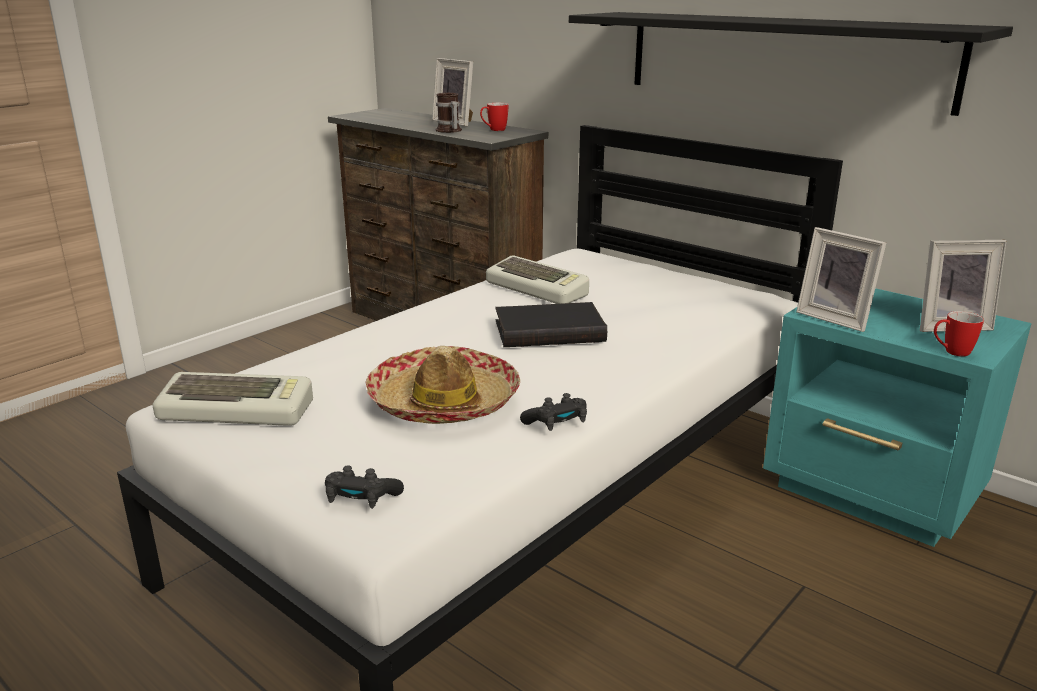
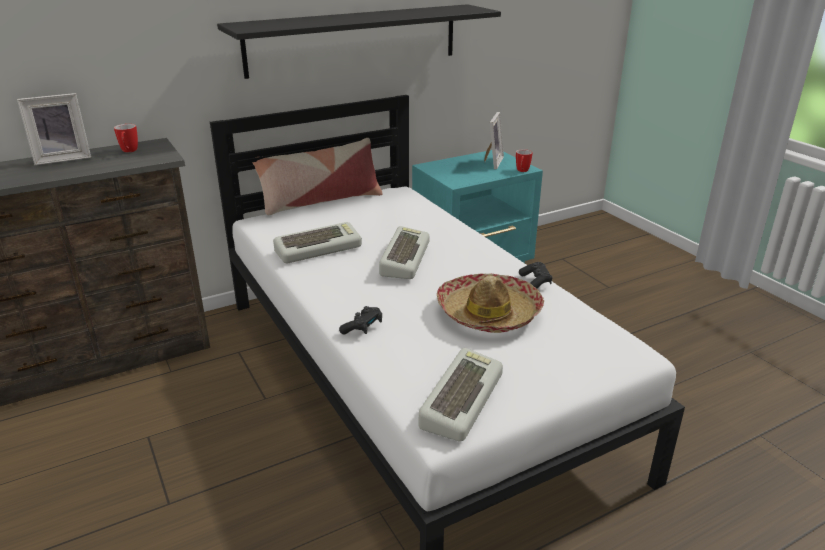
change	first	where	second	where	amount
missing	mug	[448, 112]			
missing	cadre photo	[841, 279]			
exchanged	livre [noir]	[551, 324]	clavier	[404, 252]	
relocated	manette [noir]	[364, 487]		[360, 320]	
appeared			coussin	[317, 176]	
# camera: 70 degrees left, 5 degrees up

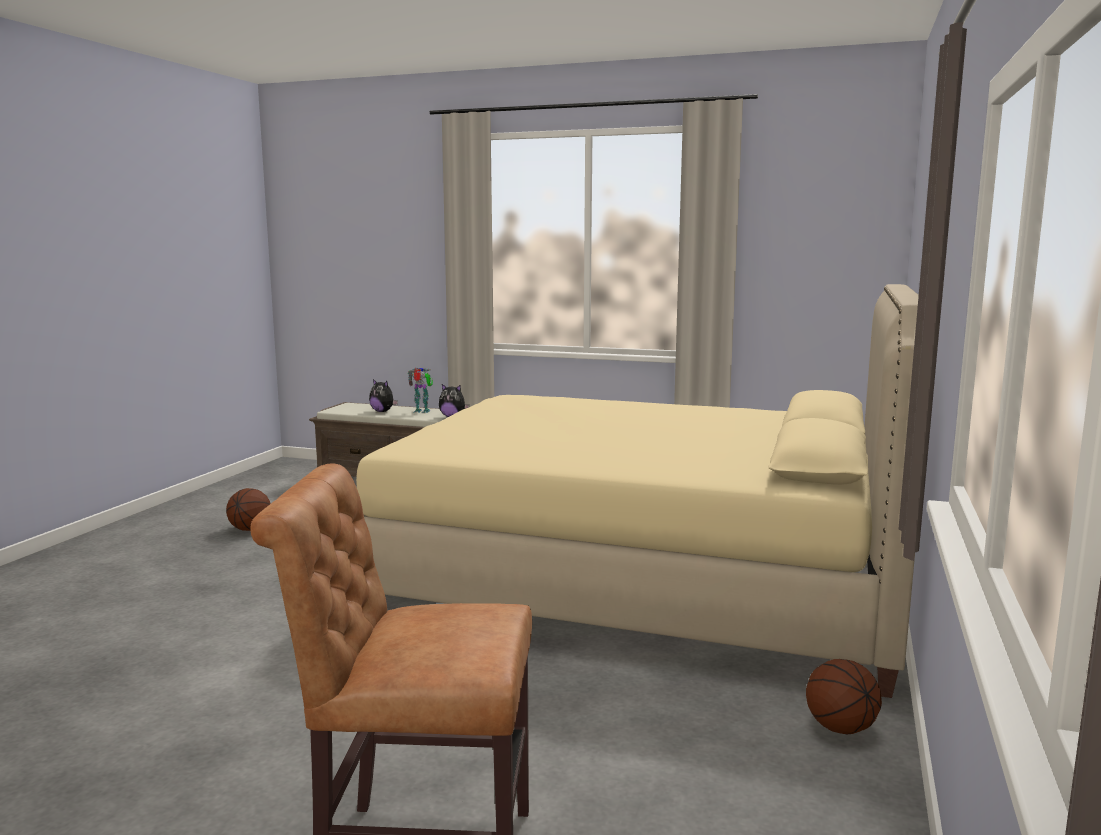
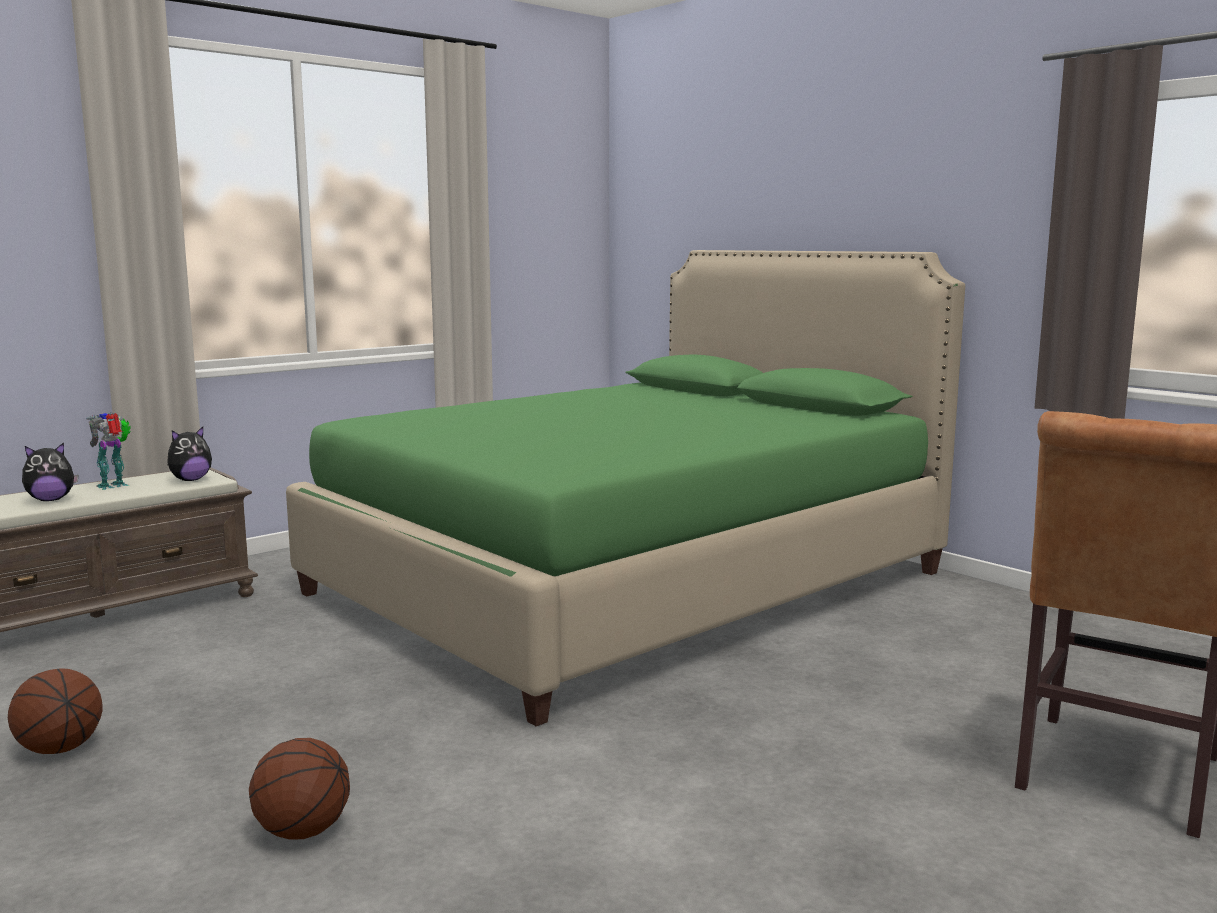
change	first	where	second	where	amount
colour	lit [beige]	[637, 491]	lit [vert]	[625, 488]	
relocated	ballon de basket	[844, 696]		[299, 788]	
# camera: 60 degrees left, 0 degrees up

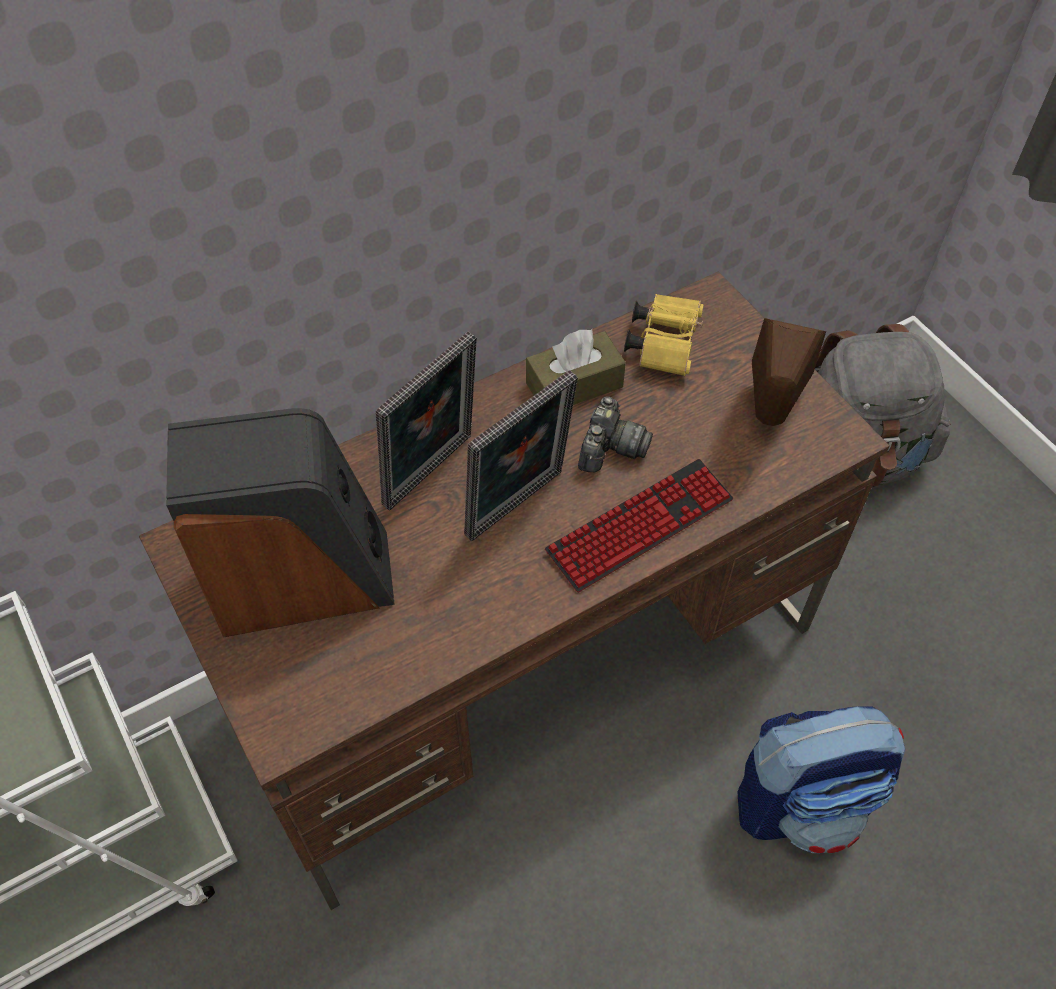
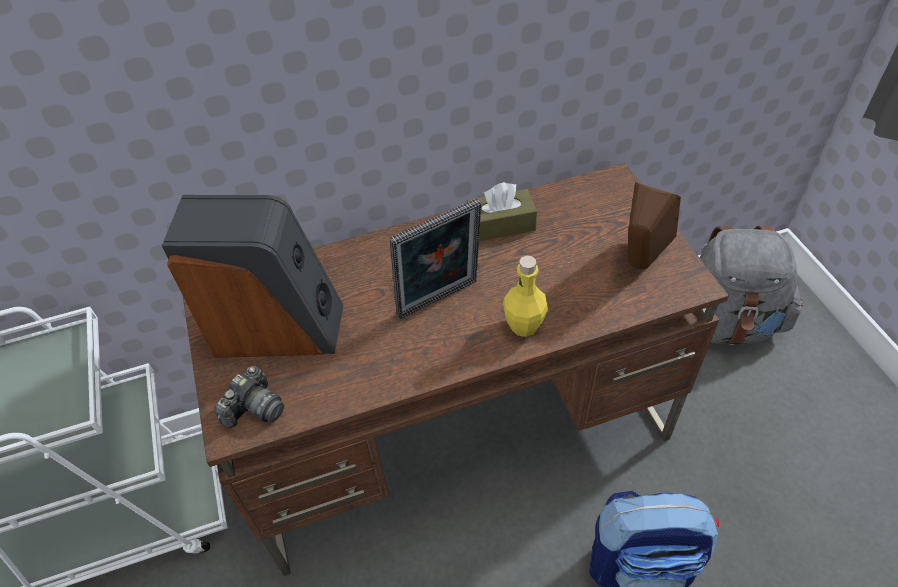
change	first	where	second	where	amount
missing	jumelles [jaune]	[664, 335]			
missing	cadre photo	[426, 421]			
relocated	appareil photo	[615, 434]		[249, 397]	
exchanged	clavier	[639, 525]	bouteille [jaune]	[525, 296]	
# camera: 15 degrees right, 5 degrees down

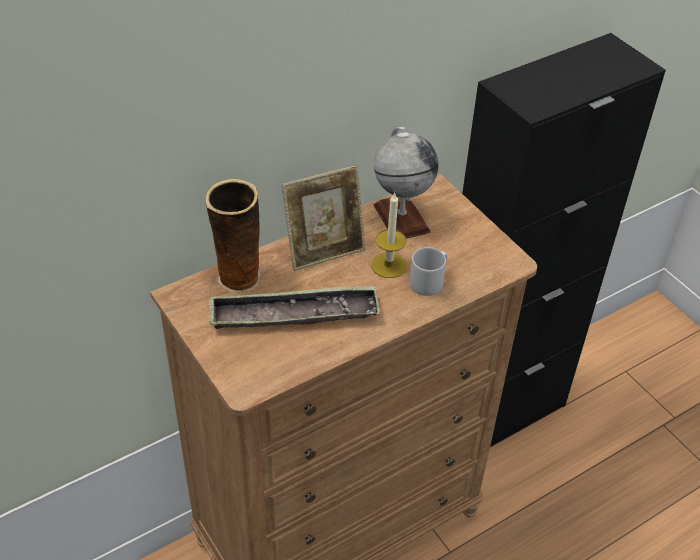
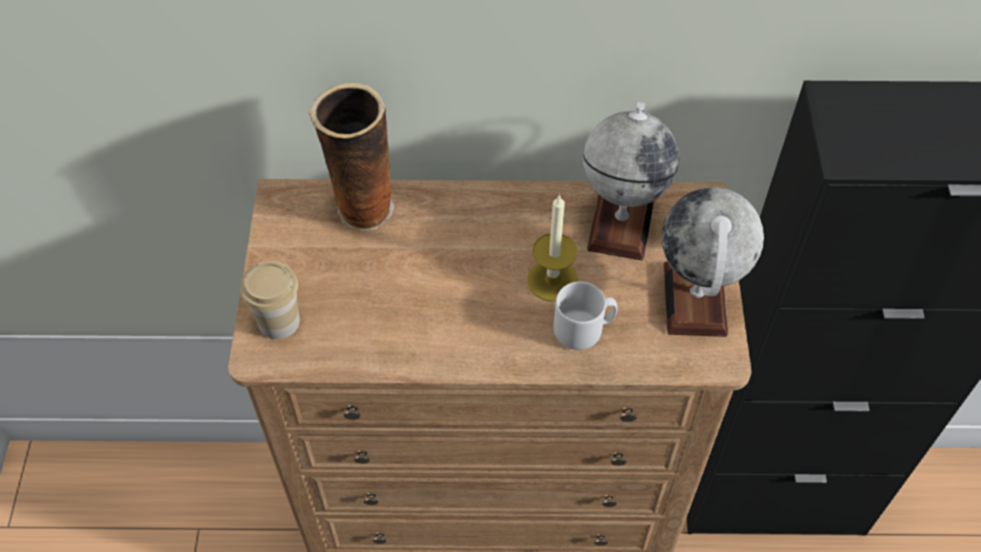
change	first	where	second	where	amount
missing	cadre photo	[323, 218]			
missing	plateau	[294, 307]			
appeared			globe	[713, 262]	
appeared			tasse	[270, 300]	
# camera: 35 degrees right, 10 degrees up

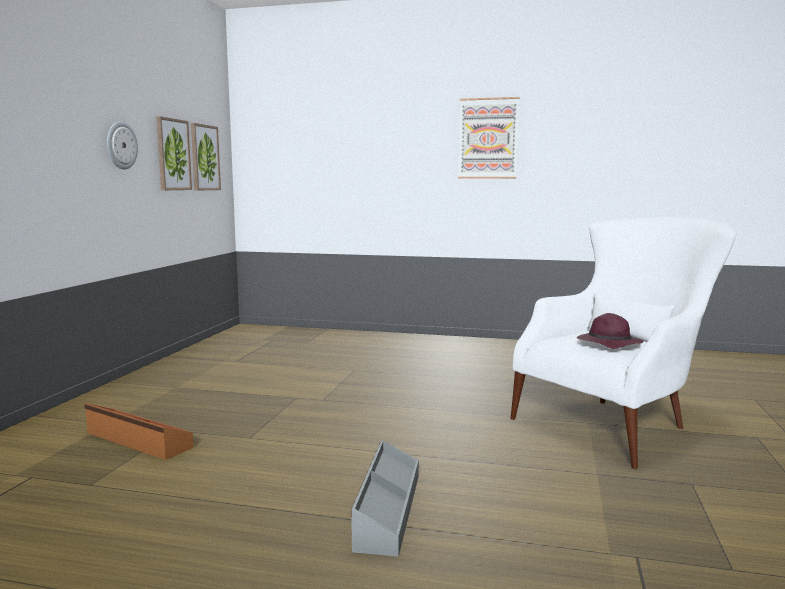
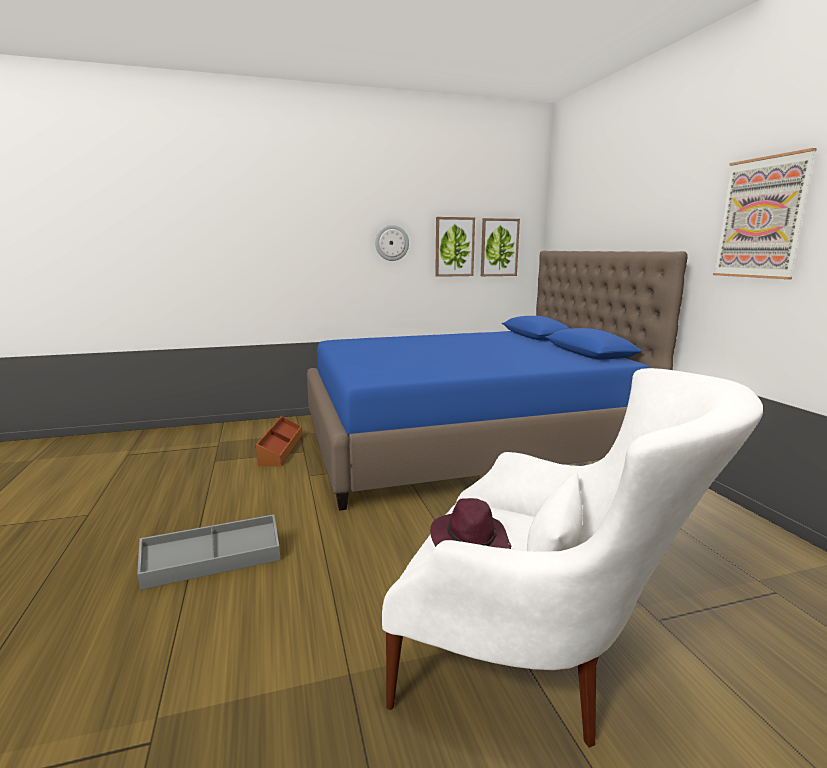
change	first	where	second	where	amount
appeared			lit [bleu]	[497, 381]	
# camera: 60 degrees right, 5 degrees up

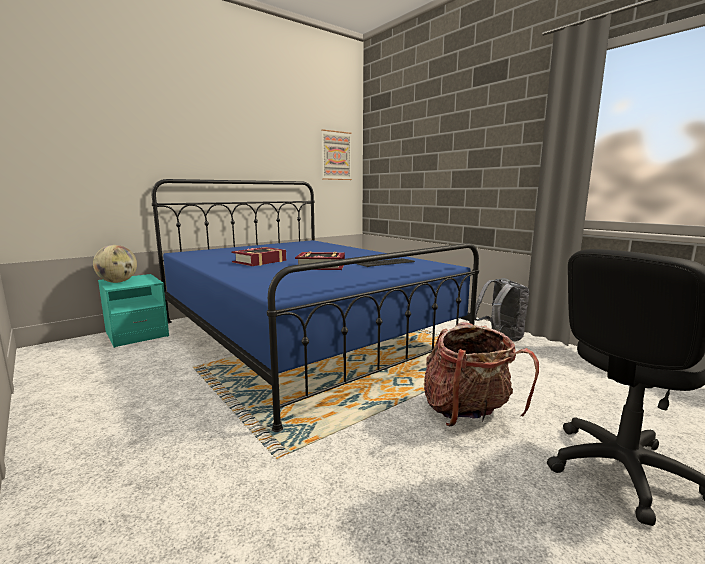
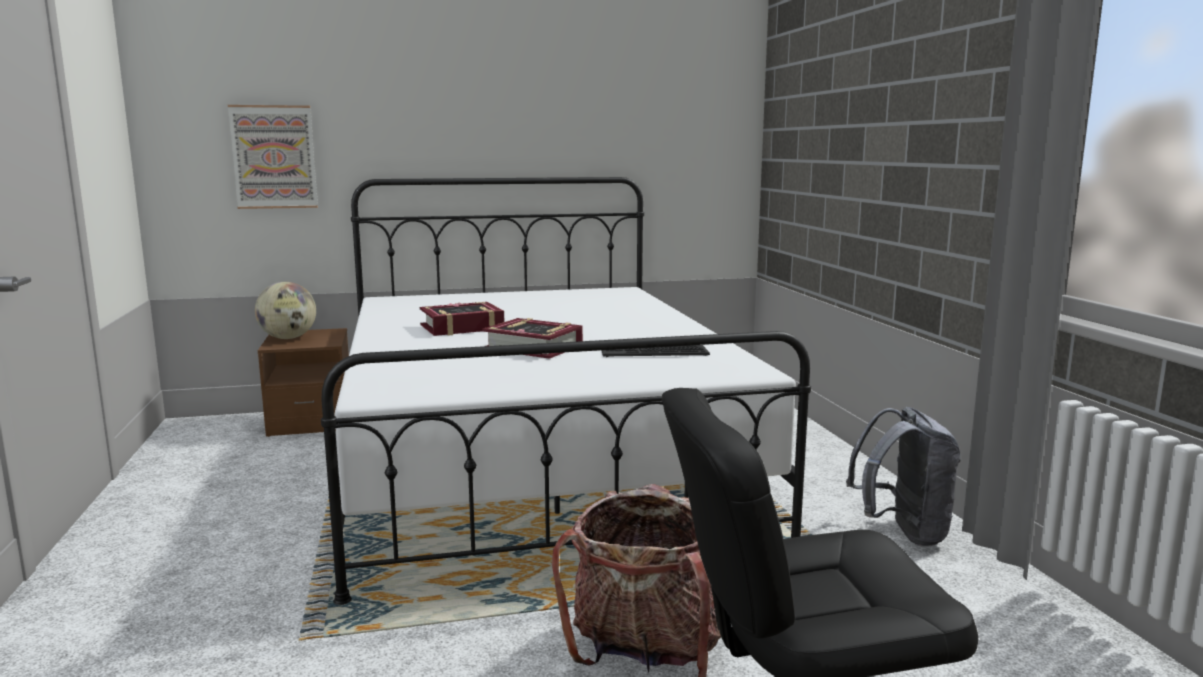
change	first	where	second	where	amount
relocated	tableau	[336, 154]		[273, 157]	
colour	lit [bleu]	[315, 305]	lit [blanc]	[566, 391]	
colour	table de chevet [turquoise]	[133, 311]	table de chevet [marron]	[303, 382]	
# camera: 25 degrees right, 0 degrees up

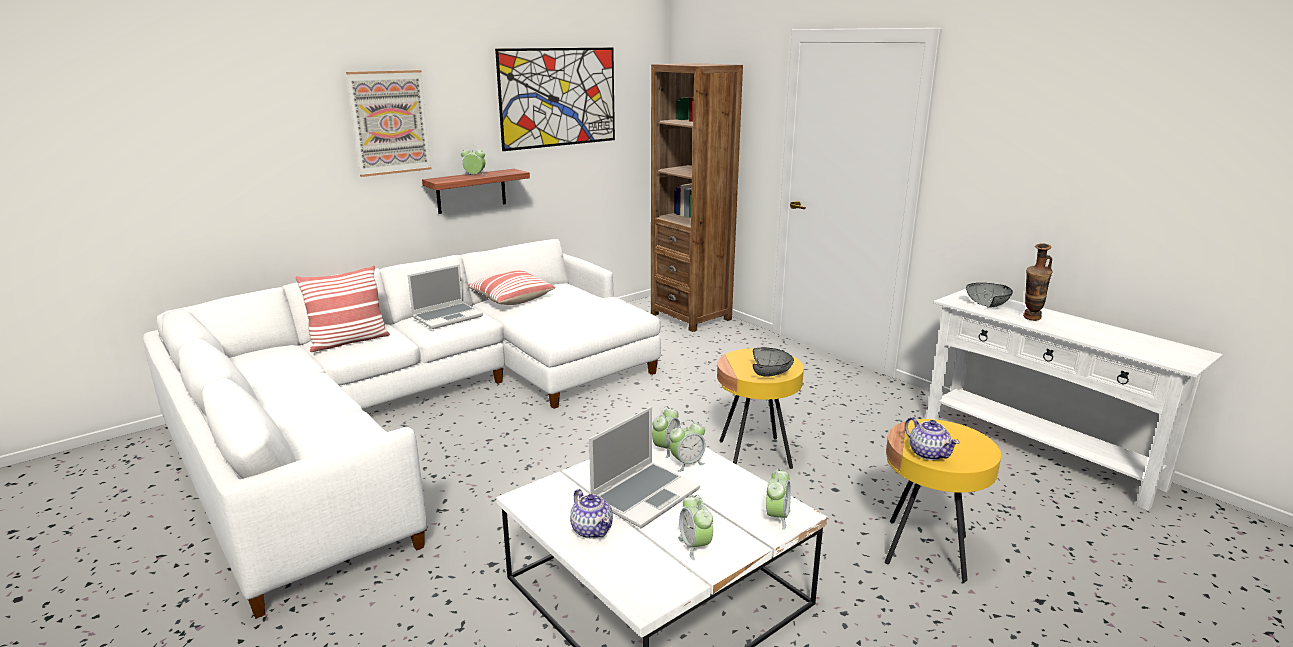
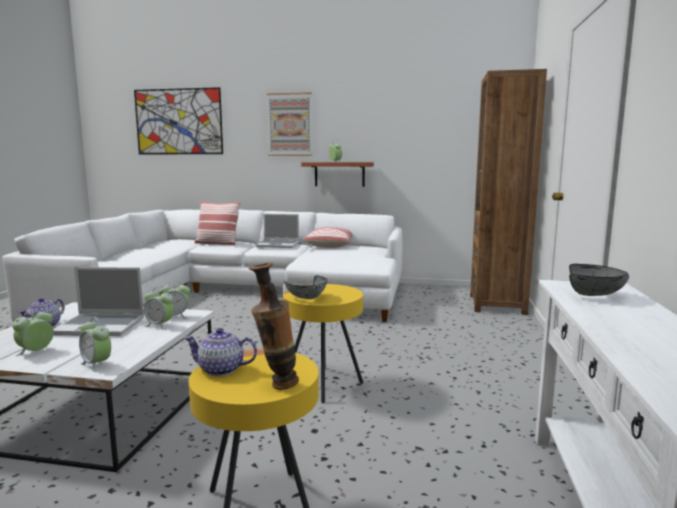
change	first	where	second	where	amount
relocated	tableau	[555, 99]		[178, 120]	
relocated	vase	[1038, 282]		[274, 326]	
spun	théière	[932, 438]		[220, 352]	75 degrees clockwise
spun	réveil	[778, 499]		[95, 344]	60 degrees clockwise
# camera: 50 degrees right, 10 degrees down

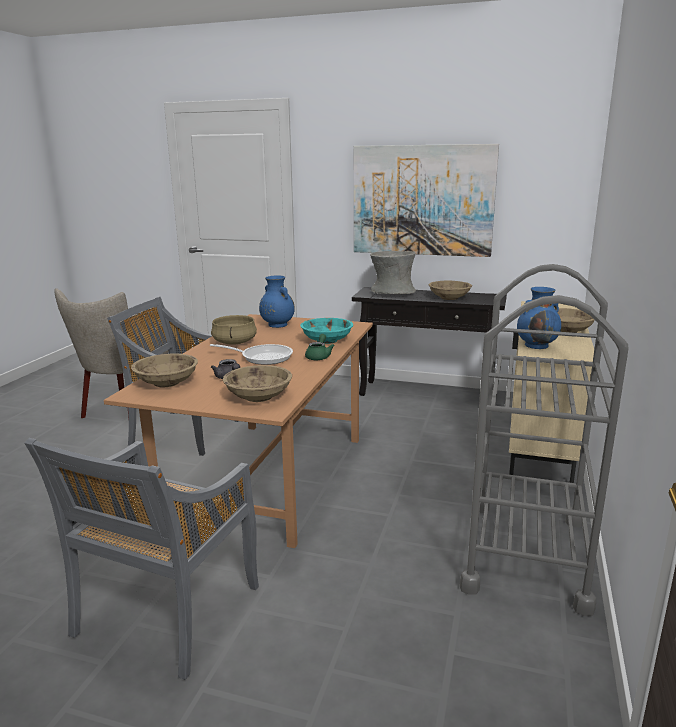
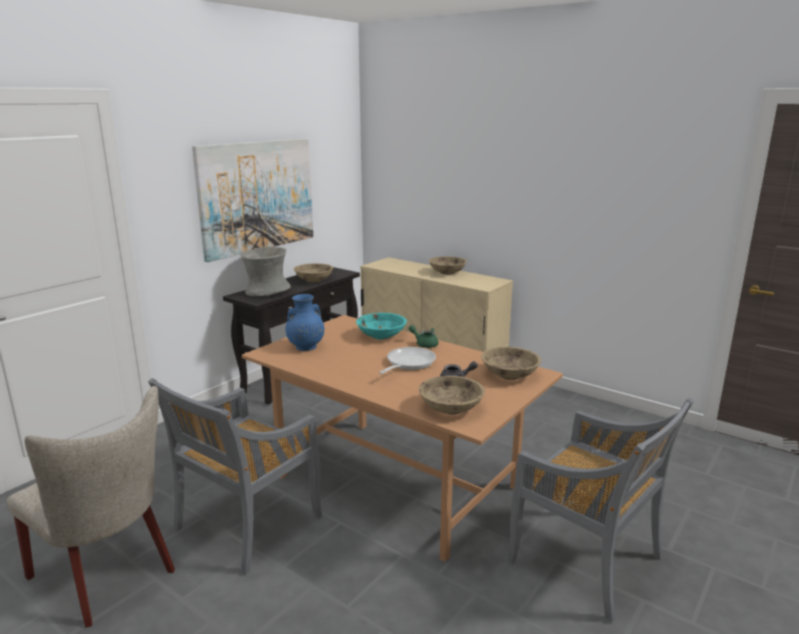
change	first	where	second	where	amount
missing	chariot [gris]	[544, 440]			
missing	vase [bleu]	[539, 318]			
missing	marmite [beige]	[234, 330]			
# camera: 70 degrees left, 0 degrees up

